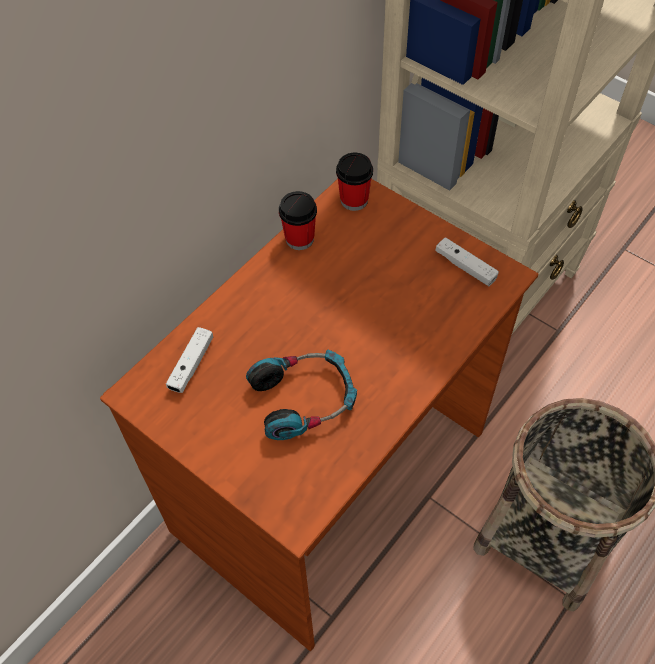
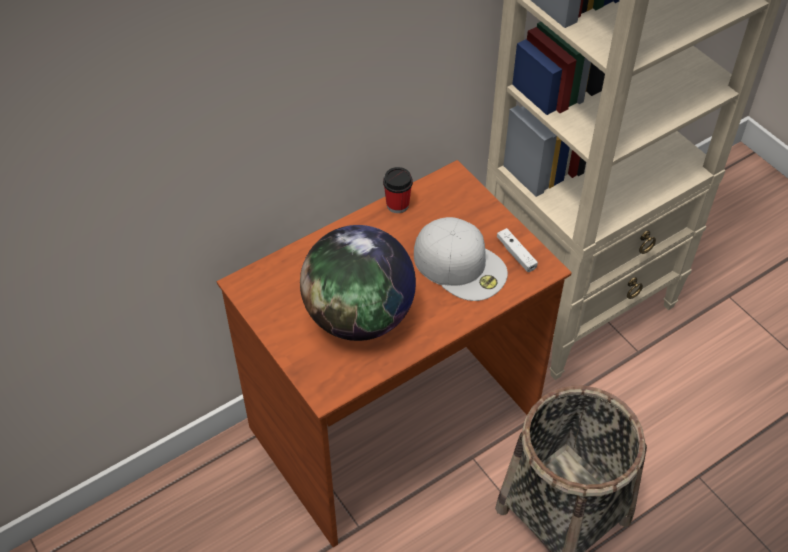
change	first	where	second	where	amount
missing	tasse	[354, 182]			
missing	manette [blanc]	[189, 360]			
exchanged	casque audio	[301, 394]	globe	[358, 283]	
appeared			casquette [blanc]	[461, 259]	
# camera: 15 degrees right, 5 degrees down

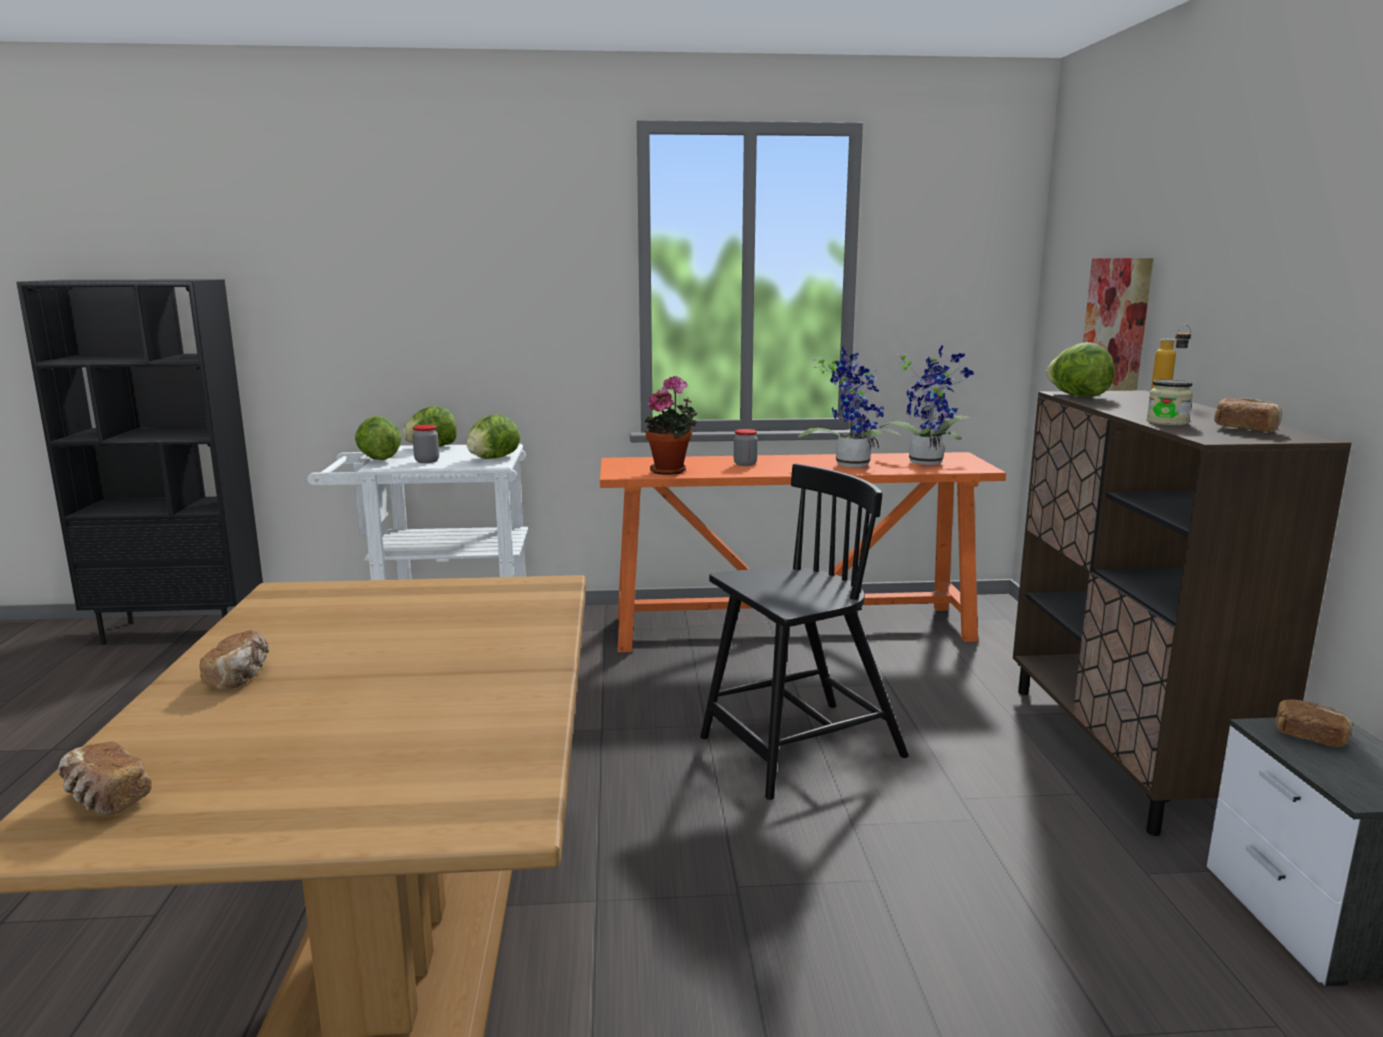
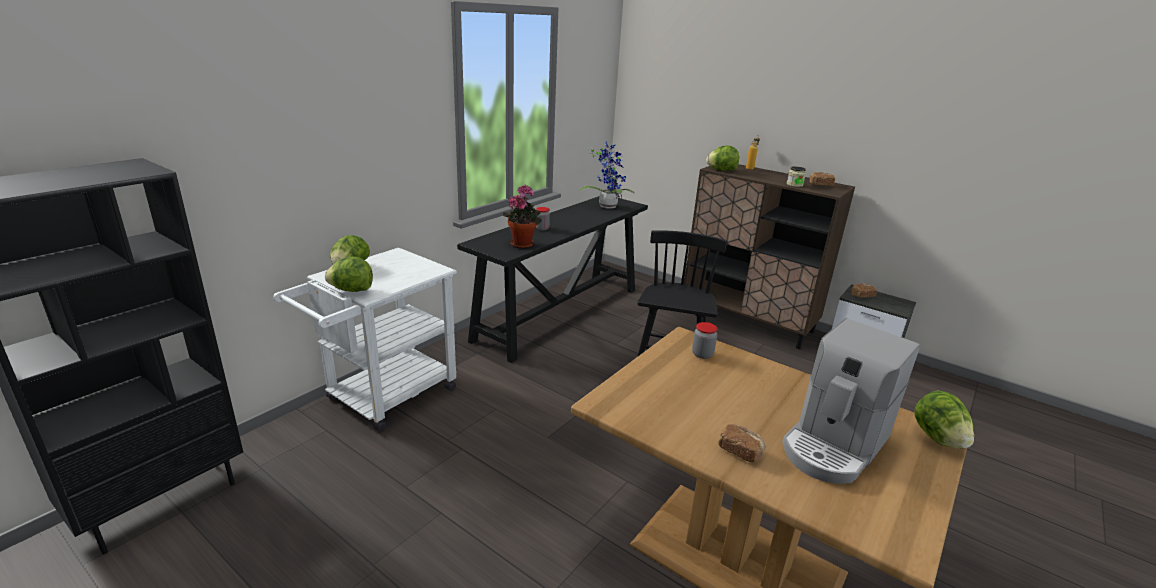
change	first	where	second	where	amount
missing	tableau	[1118, 324]			
missing	plante en pot	[850, 406]			
relocated	laitue	[493, 436]		[944, 419]	
relocated	bocal	[425, 444]		[705, 340]	
colour	table console [orange]	[803, 552]	table console [noir]	[552, 279]	
missing	pain	[105, 778]			
appeared			machine à café	[851, 401]	
# camera: 50 degrees left, 10 degrees up

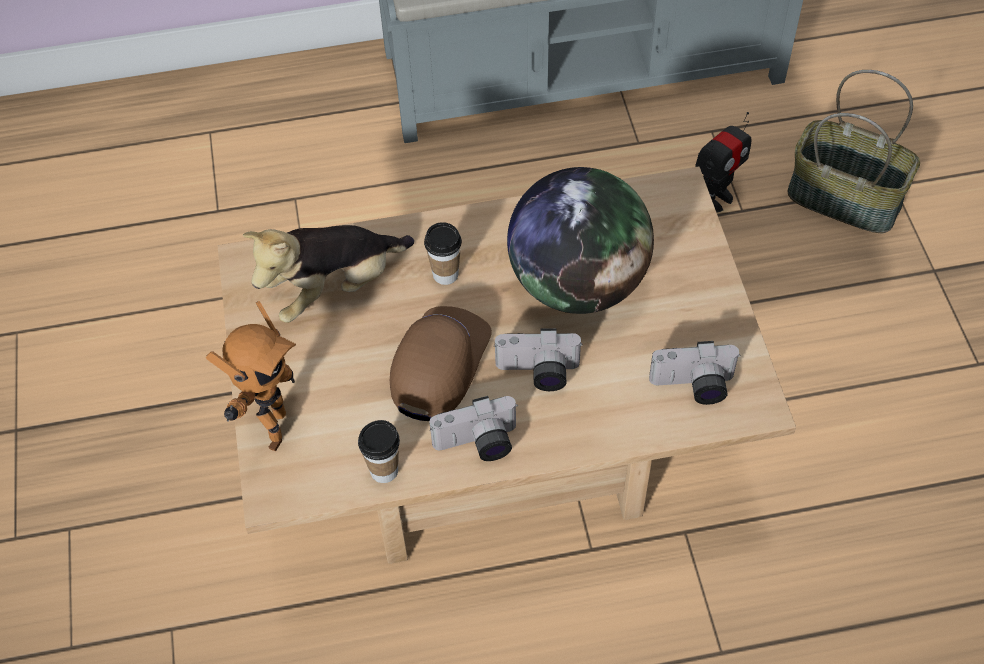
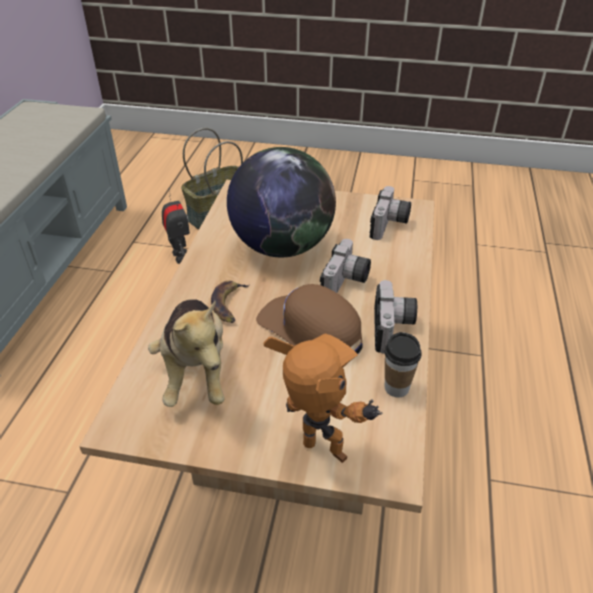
change	first	where	second	where	amount
exchanged	tasse	[443, 253]	banane	[230, 302]	
# camera: 70 degrees left, 15 degrees down

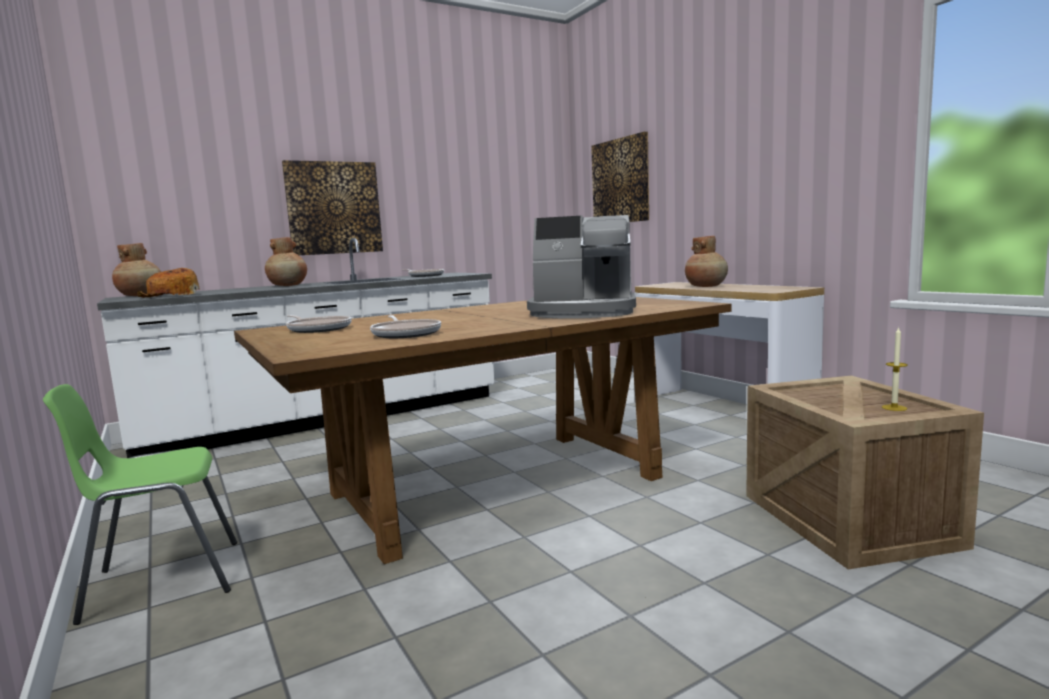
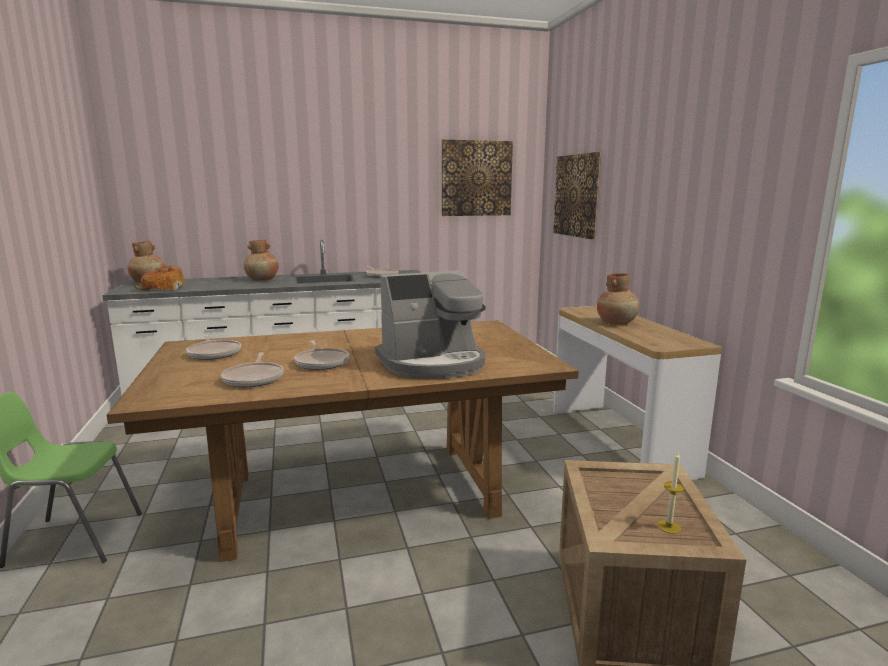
change	first	where	second	where	amount
relocated	tableau	[332, 207]		[477, 178]	
spun	machine à café	[581, 266]		[430, 324]	45 degrees counterclockwise
appeared			poêle	[322, 355]	
# camera: 15 degrees right, 5 degrees up

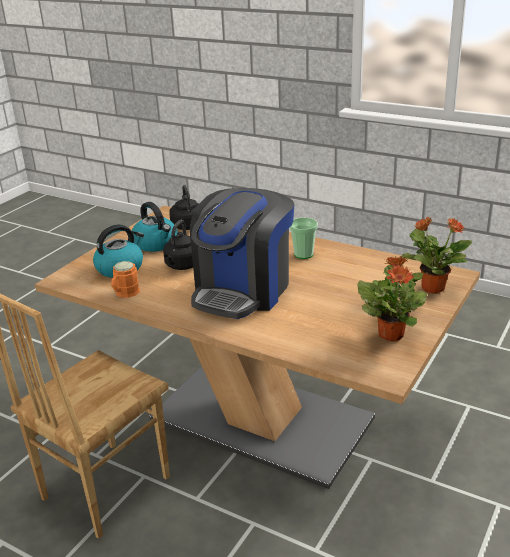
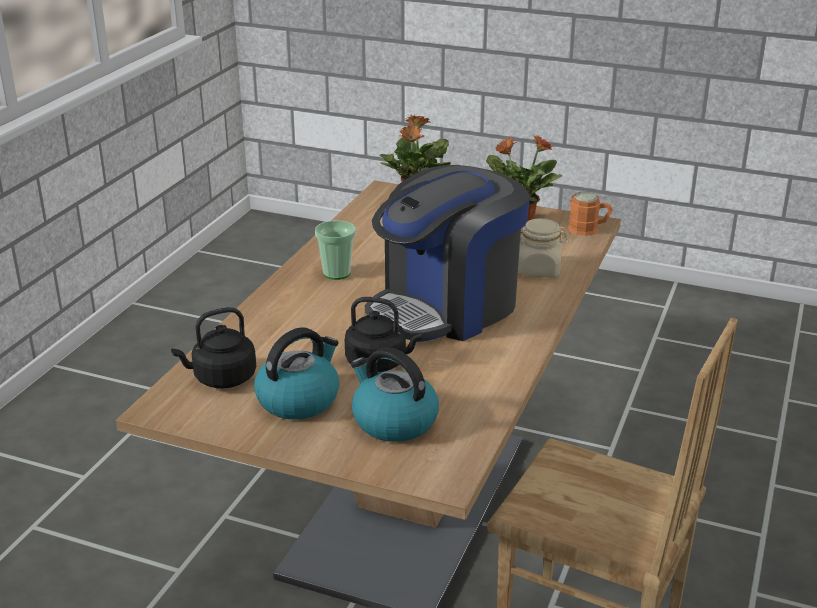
change	first	where	second	where	amount
spun	machine à café	[242, 253]		[447, 253]	120 degrees clockwise
relocated	mug [orange]	[125, 279]		[590, 213]	
appeared			bocal [beige]	[543, 247]	
# camera: 100 degrees left, 0 degrees up

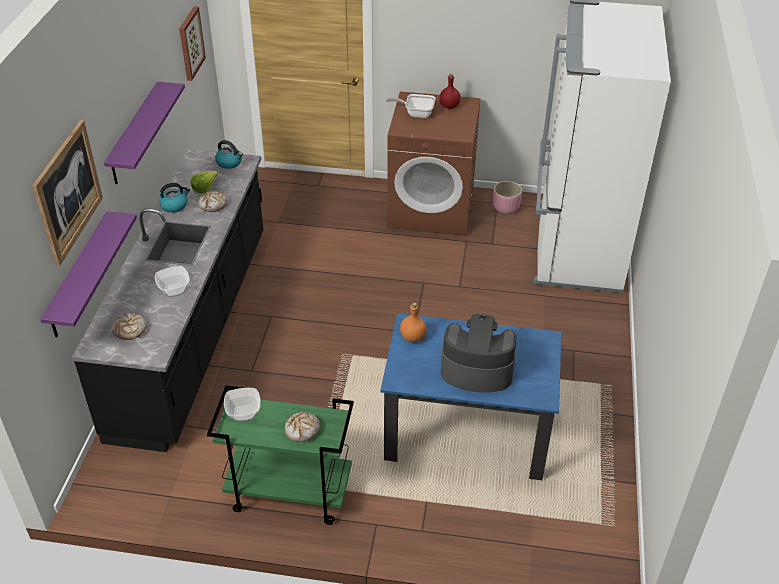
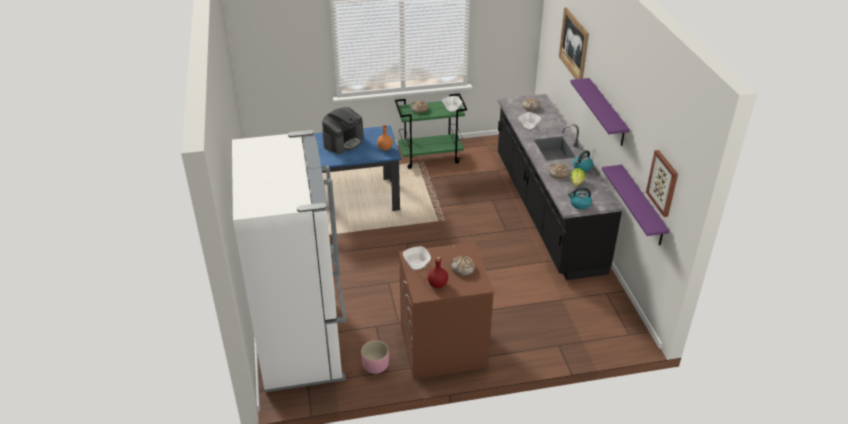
change	first	where	second	where	amount
exchanged	poêle	[410, 106]	pain	[463, 266]	
relocated	étagère [violet]	[88, 274]		[636, 205]	
spun	machine à café	[479, 353]		[343, 130]	45 degrees counterclockwise
appeared			bol	[417, 258]	
# camera: 160 degrees right, 5 degrees down

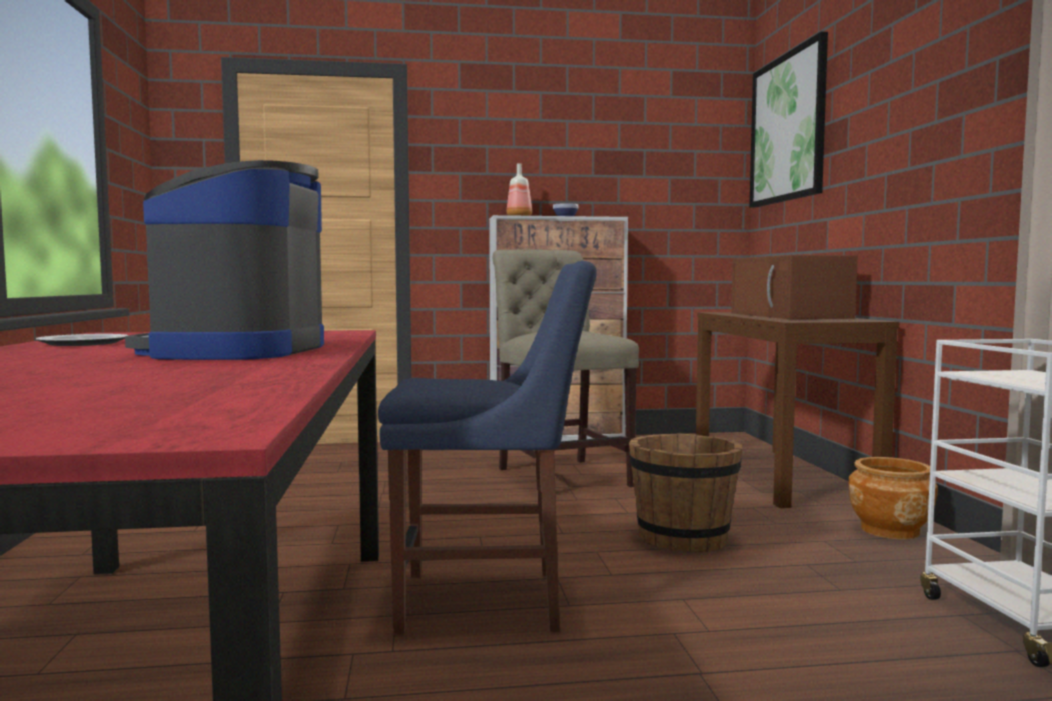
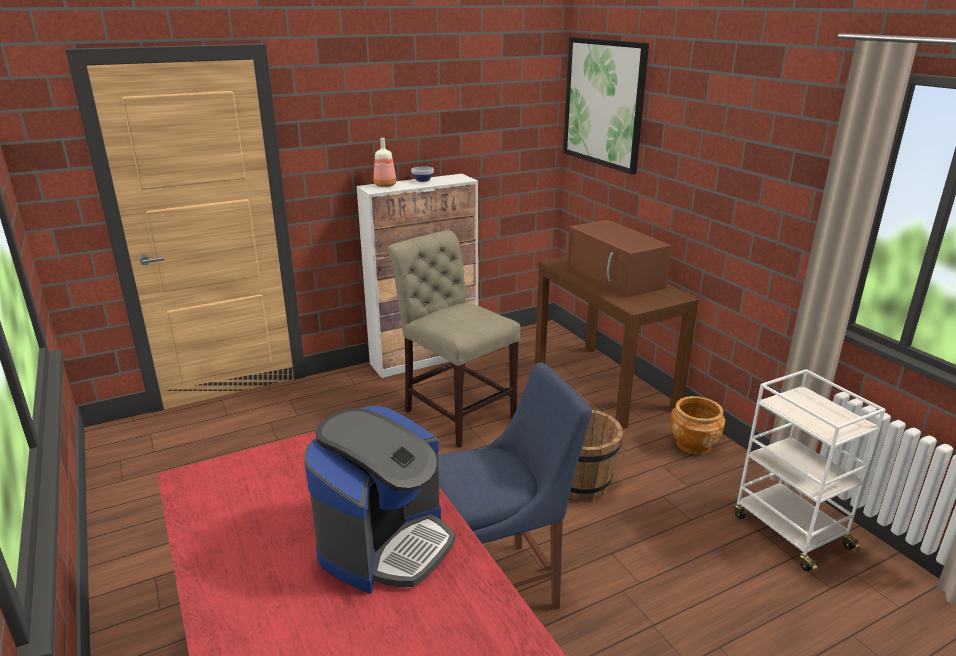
change	first	where	second	where	amount
spun	machine à café	[224, 260]		[379, 500]	135 degrees counterclockwise
missing	assiette	[82, 340]			
# camera: 20 degrees left, 20 degrees up

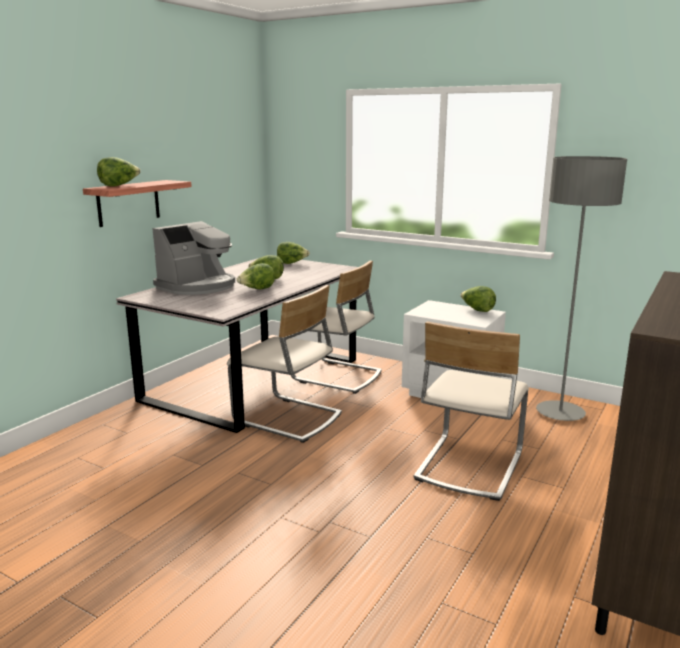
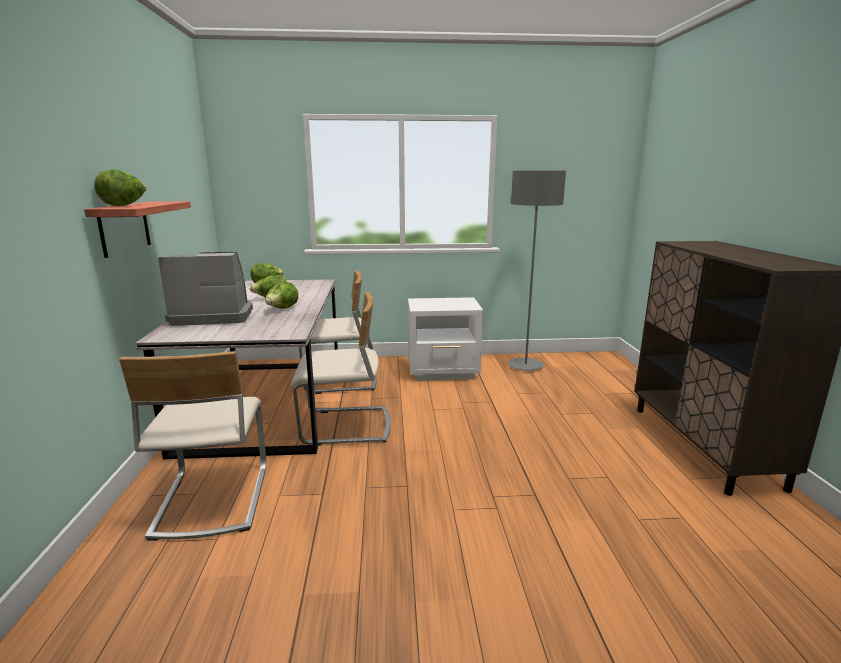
change	first	where	second	where	amount
spun	machine à café	[193, 258]		[205, 289]	105 degrees counterclockwise
missing	laitue	[478, 299]			
relocated	chaise [beige]	[471, 411]		[192, 446]	
# camera: 35 degrees left, 0 degrees up

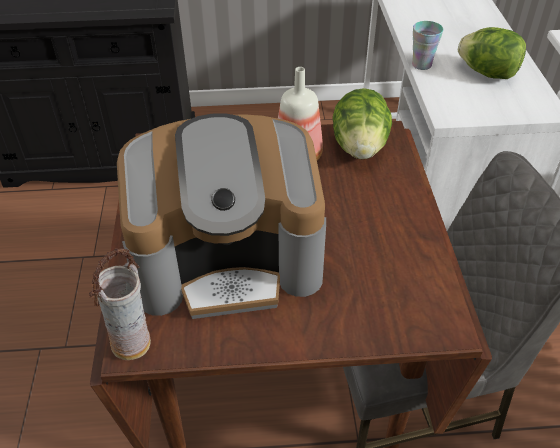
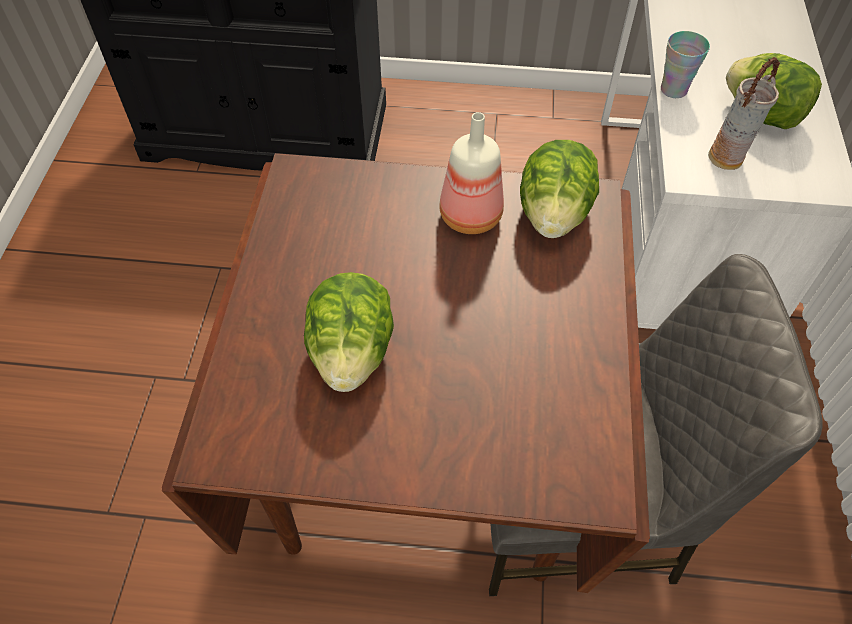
change	first	where	second	where	amount
exchanged	machine à café	[221, 216]	laitue	[349, 332]	
relocated	vase	[120, 304]		[744, 113]	
# camera: 10 degrees right, 10 degrees up

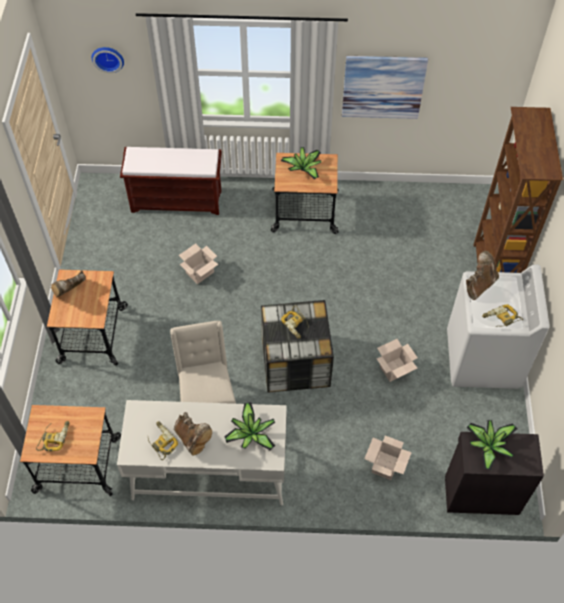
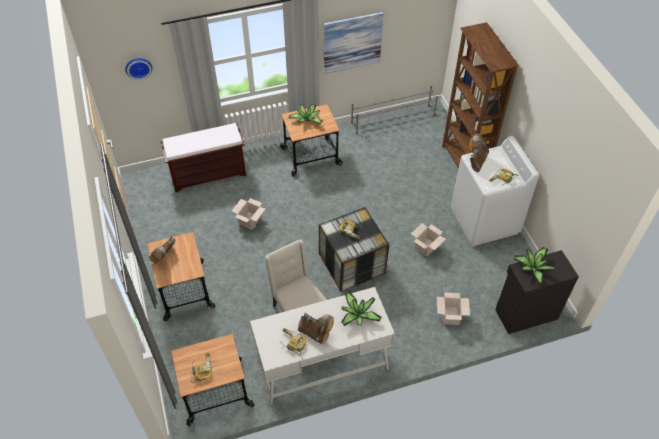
change	first	where	second	where	amount
appeared			étagère à chaussures [gris]	[394, 110]	
# camera: 20 degrees left, 5 degrees down

